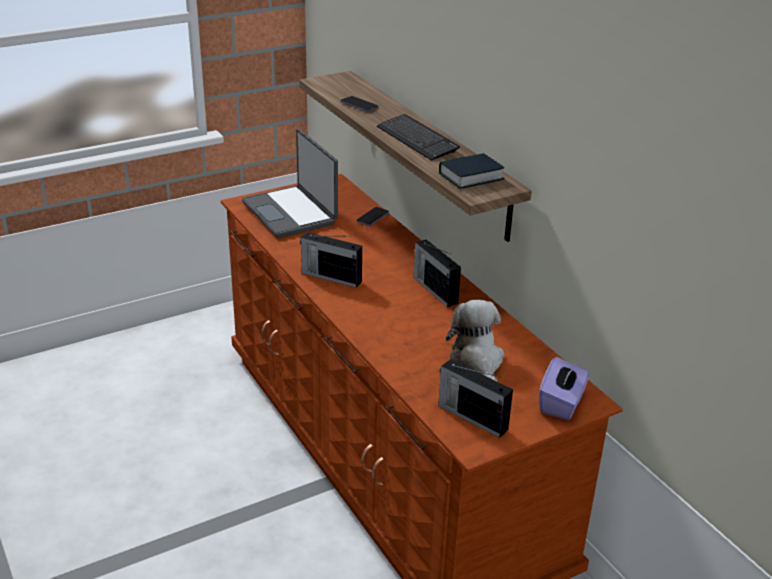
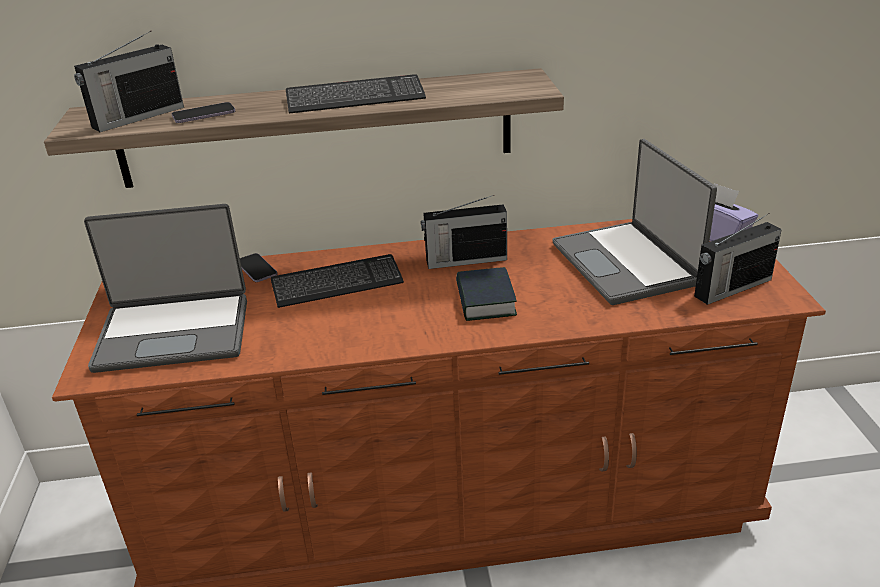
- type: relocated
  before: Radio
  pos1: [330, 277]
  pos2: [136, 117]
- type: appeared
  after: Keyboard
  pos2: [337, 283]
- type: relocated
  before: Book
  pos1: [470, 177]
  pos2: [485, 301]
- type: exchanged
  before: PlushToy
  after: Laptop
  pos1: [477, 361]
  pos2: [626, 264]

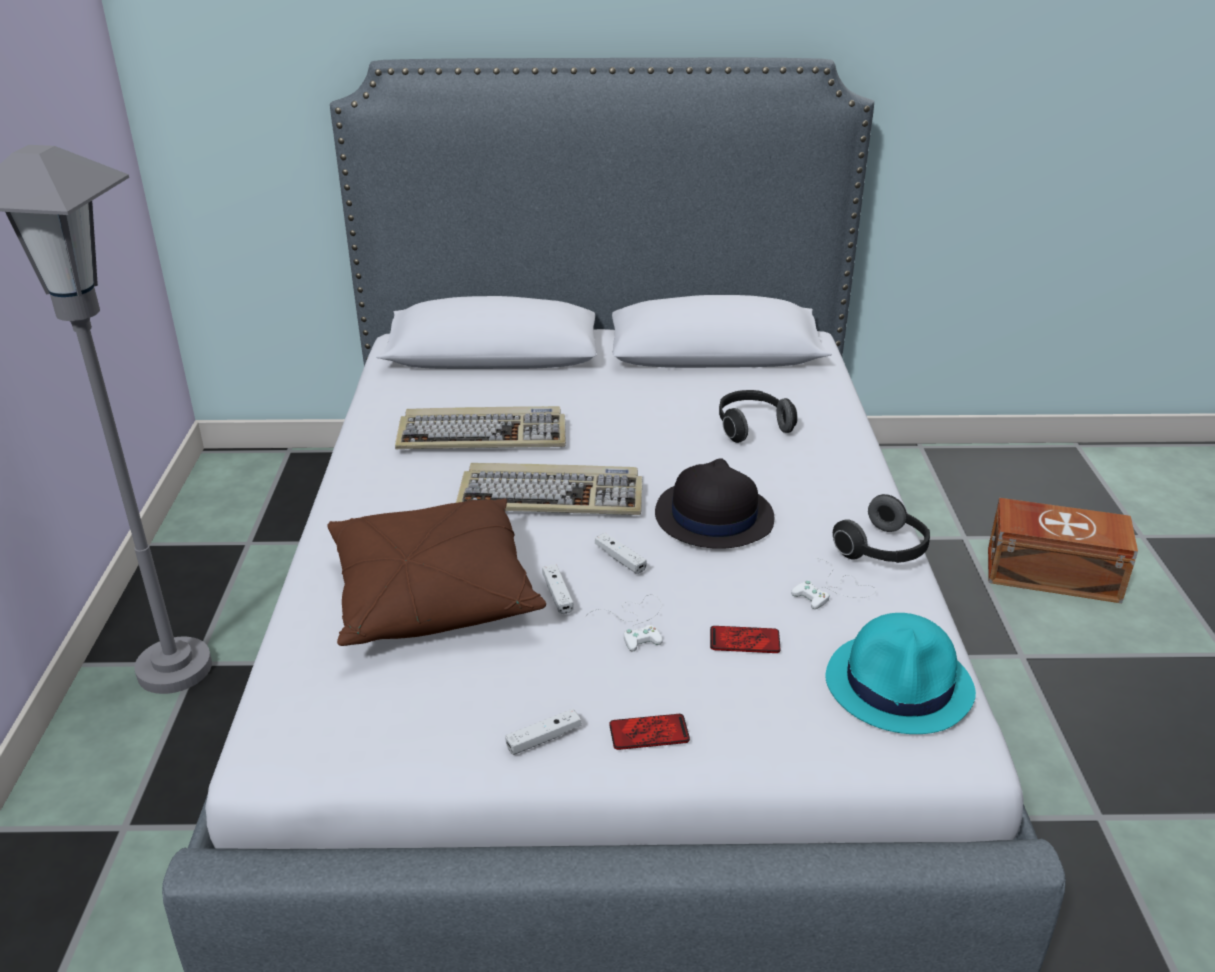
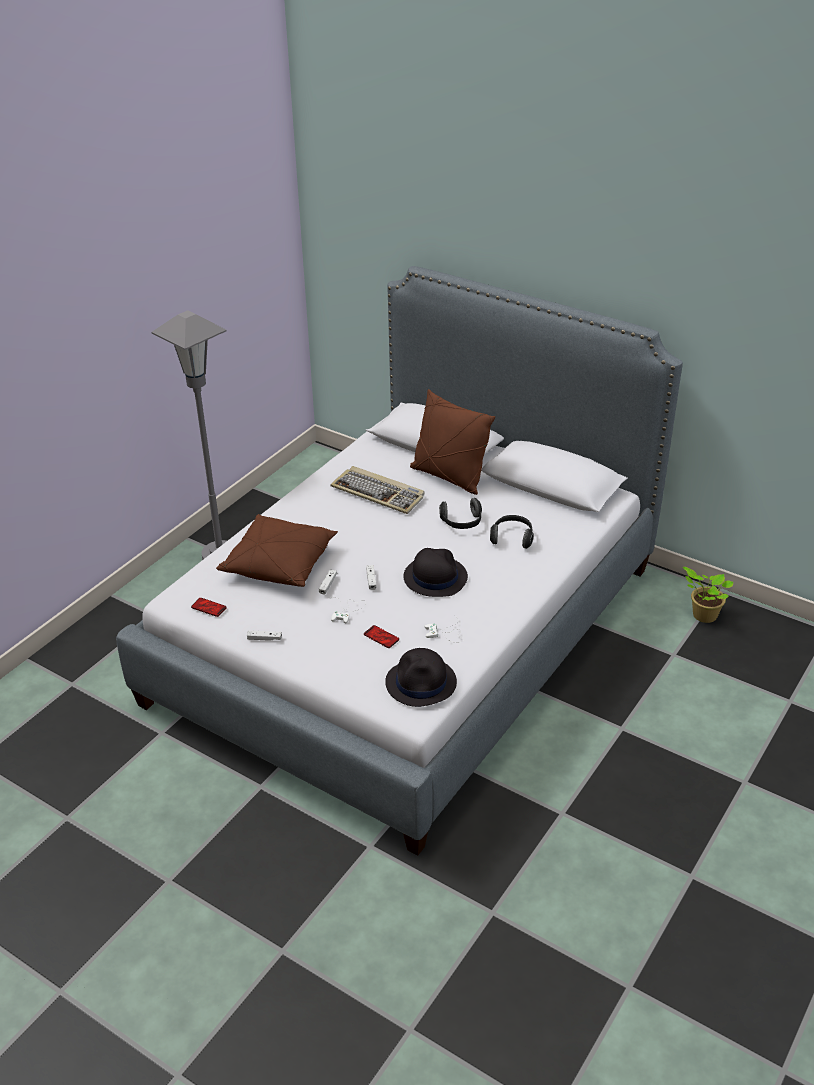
- type: relocated
  before: Phone
  pos1: [649, 733]
  pos2: [209, 608]
- type: colour
  before: TurquoiseHat
  after: BlackHat
  pos1: [900, 685]
  pos2: [421, 683]
- type: appeared
  after: BrownPillow
  pos2: [449, 477]
- type: relocated
  before: Headphones
  pos1: [883, 551]
  pos2: [461, 523]
- type: appeared
  after: PottedPlant
  pos2: [702, 615]
- type: missing
  before: Keyboard
  pos1: [552, 496]
- type: missing
  before: BrownStorageBox
  pos1: [1050, 573]

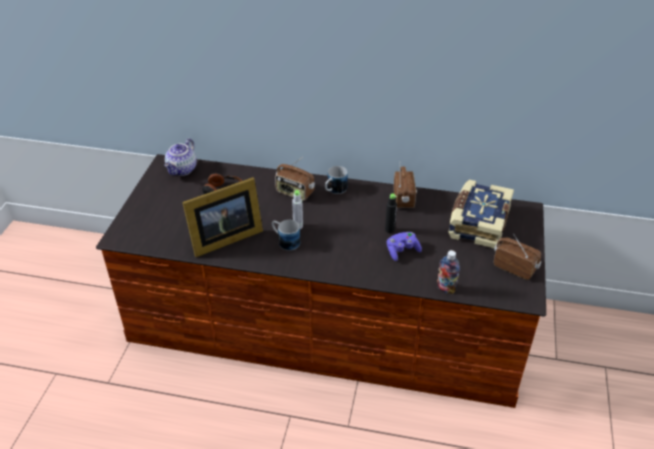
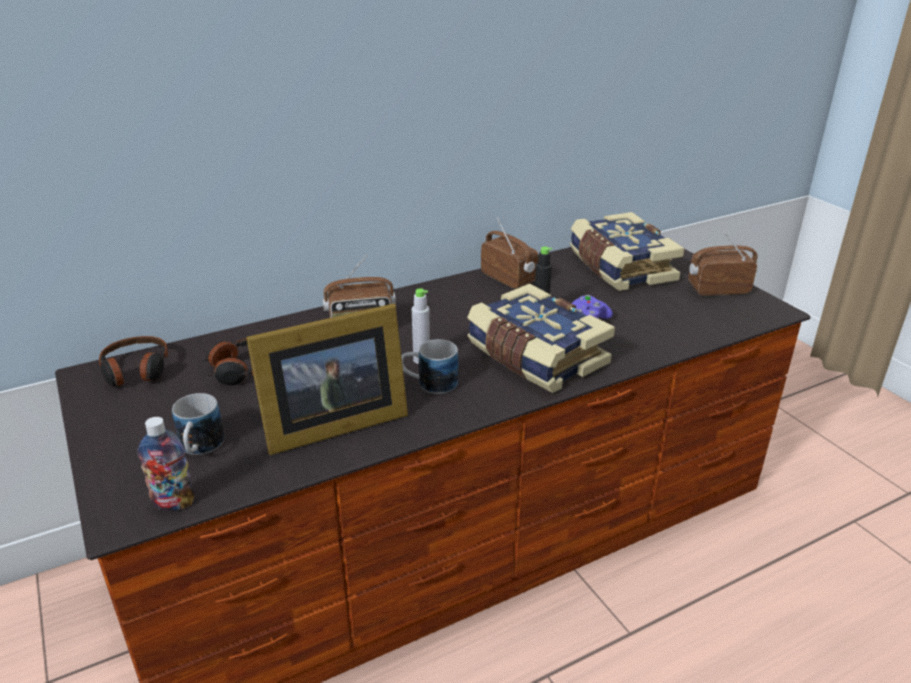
- type: exchanged
  before: Teapot
  after: Headphones
  pos1: [182, 170]
  pos2: [136, 371]
- type: relocated
  before: Bottle
  pos1: [446, 288]
  pos2: [174, 503]
- type: relocated
  before: Mug
  pos1: [334, 190]
  pos2: [199, 448]
- type: spun
  before: PictureFrame
  pos1: [223, 239]
  pos2: [329, 425]
  turn: 45
- type: appeared
  after: Book
  pos2: [535, 357]

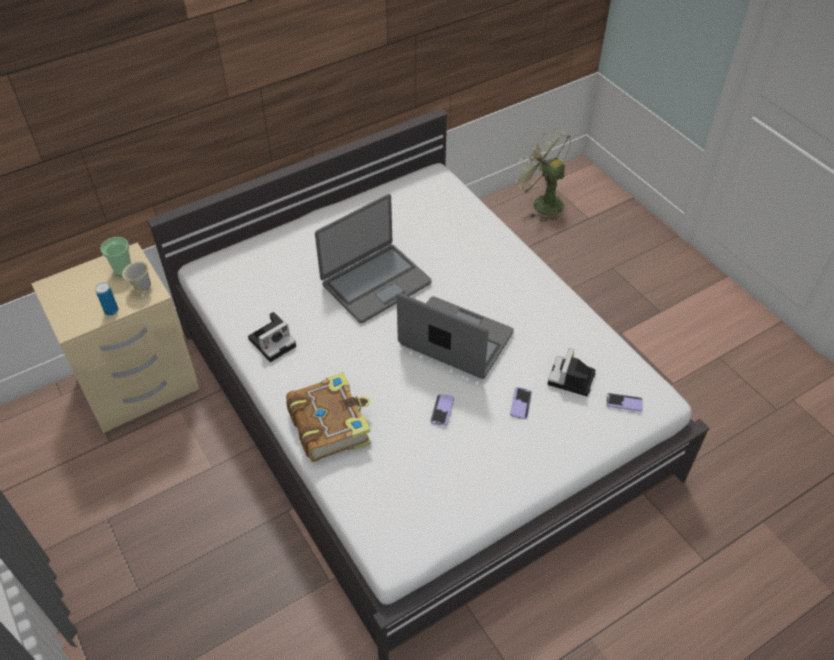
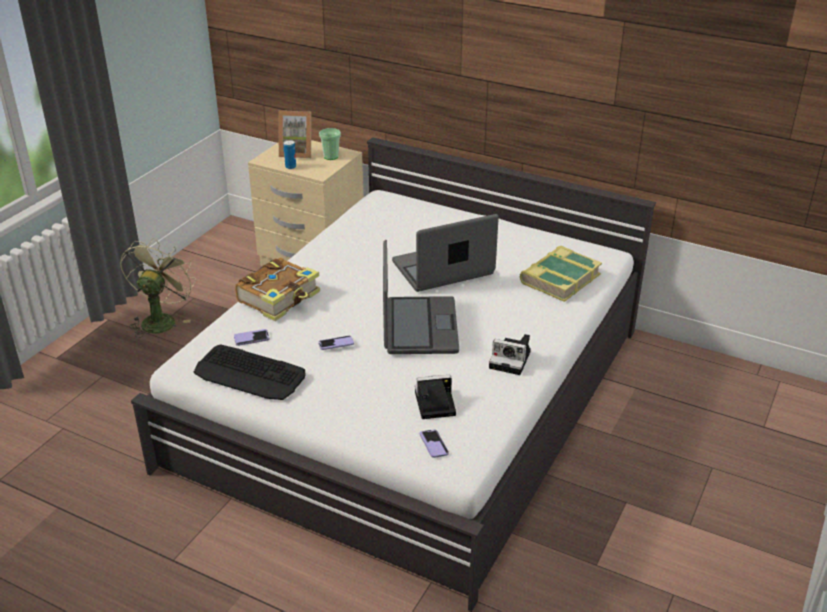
- type: relocated
  before: GreenFan
  pos1: [541, 203]
  pos2: [160, 319]
- type: appeared
  after: Keyboard
  pos2: [250, 374]
- type: relocated
  before: Phone
  pos1: [521, 404]
  pos2: [251, 338]
- type: appeared
  after: PictureFrame
  pos2: [297, 152]
- type: spun
  before: Laptop
  pos1: [375, 283]
  pos2: [443, 269]
  turn: 135
- type: relocated
  before: PhotoCamera
  pos1: [273, 341]
  pos2: [511, 360]
- type: appeared
  after: Book
  pos2: [559, 279]
- type: missing
  before: BeigeMug
  pos1: [141, 288]

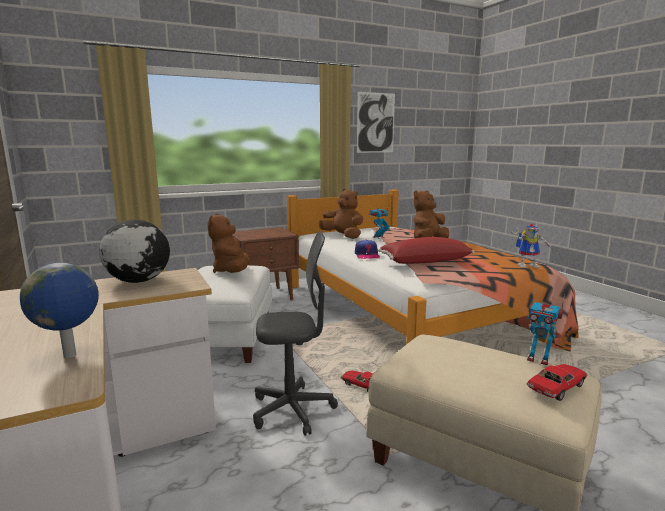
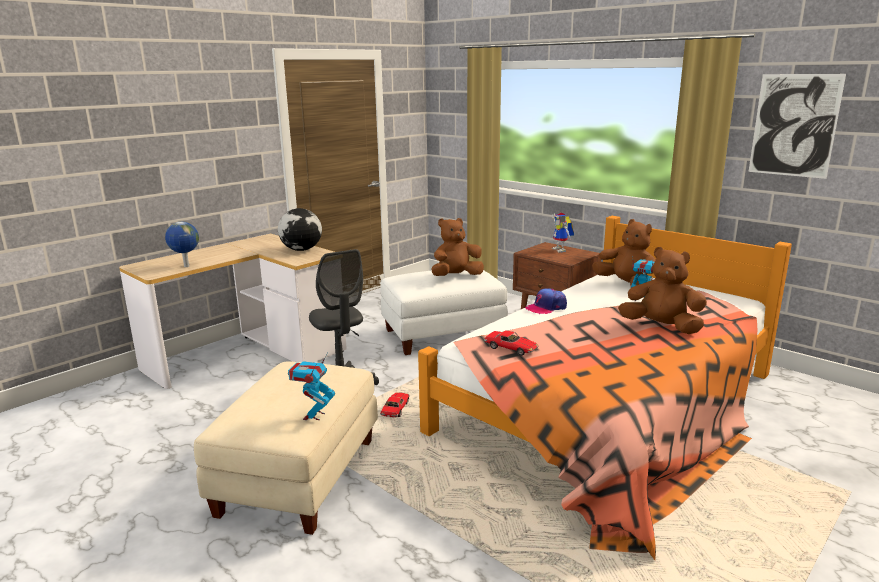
- type: relocated
  before: ToyCar
  pos1: [557, 387]
  pos2: [511, 348]
- type: relocated
  before: ToyRobot
  pos1: [528, 265]
  pos2: [562, 250]
- type: spun
  before: BrownPlushToy
  pos1: [343, 236]
  pos2: [626, 285]
  turn: -60
- type: missing
  before: RedPillow
  pos1: [424, 261]

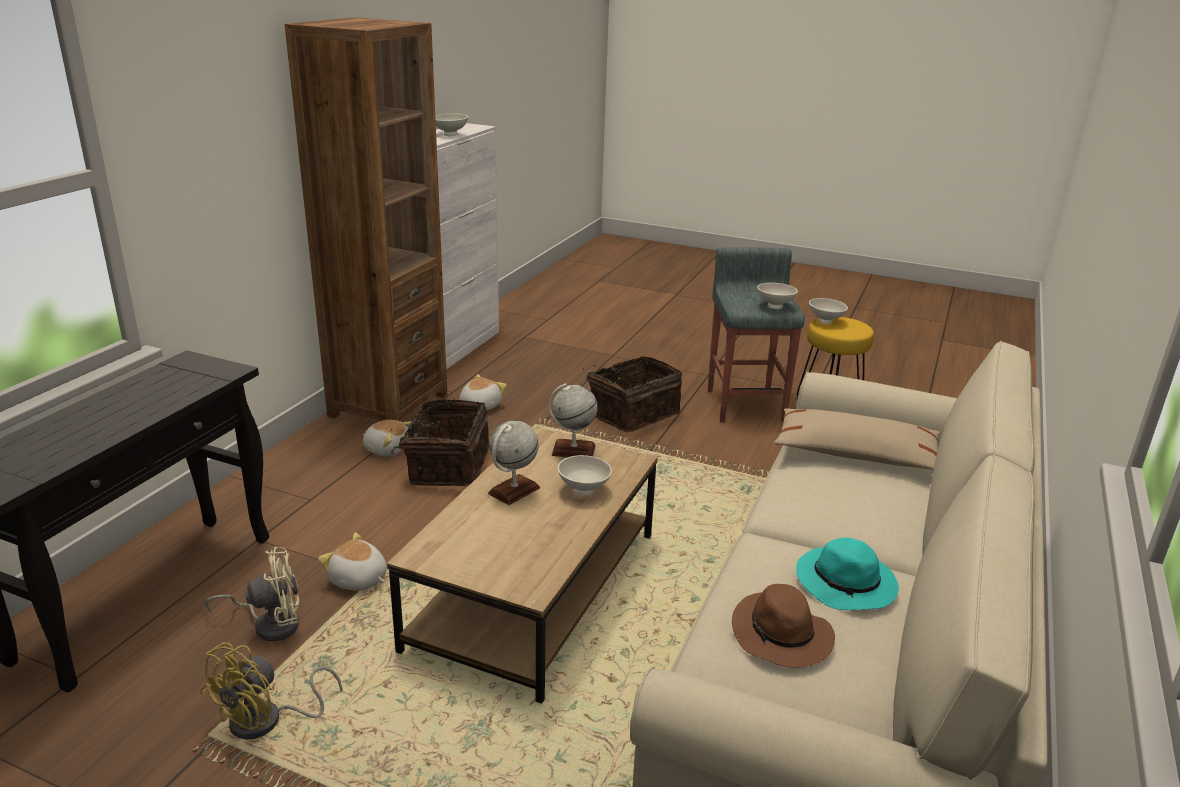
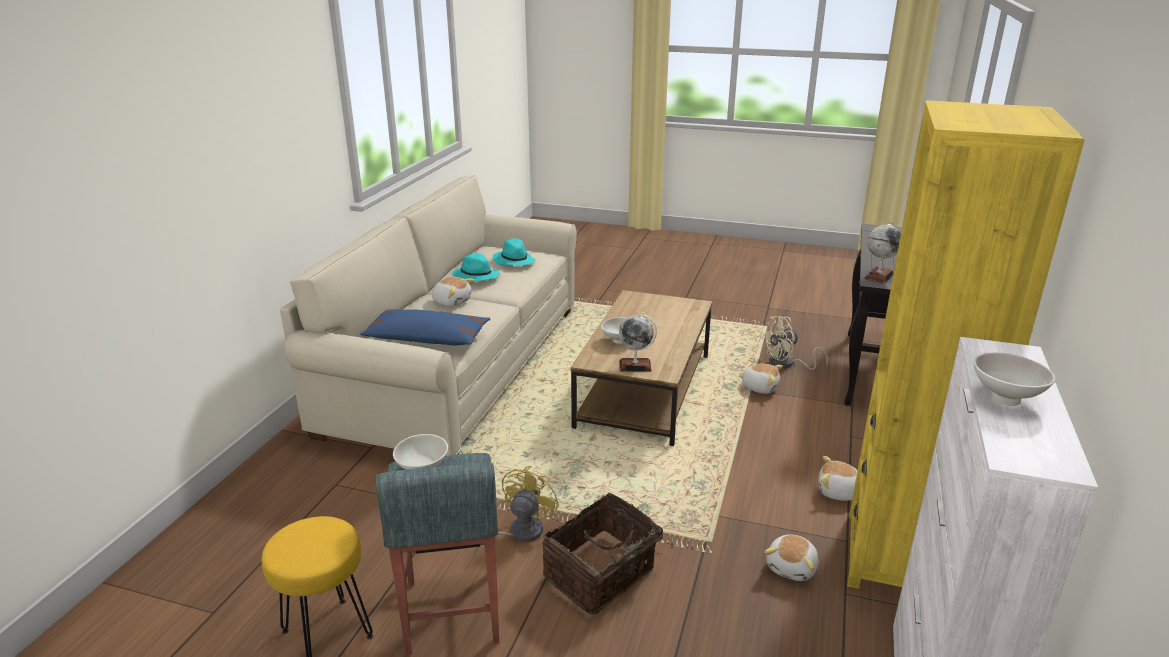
- type: colour
  before: BeigePillow
  after: BluePillow
  pos1: [855, 454]
  pos2: [427, 338]
- type: appeared
  after: PlushToy
  pos2: [452, 301]
- type: relocated
  before: YellowFan
  pos1: [267, 721]
  pos2: [518, 533]
- type: colour
  before: BrownHat
  after: TurquoiseHat
  pos1: [782, 636]
  pos2: [513, 261]
- type: colour
  before: BrownBookcase
  after: YellowBookcase
  pos1: [388, 405]
  pos2: [899, 557]
- type: relocated
  before: Globe
  pos1: [514, 491]
  pos2: [879, 276]
- type: missing
  before: Basket
  pos1: [447, 466]
- type: missing
  before: WhiteBowl
  pos1: [825, 321]

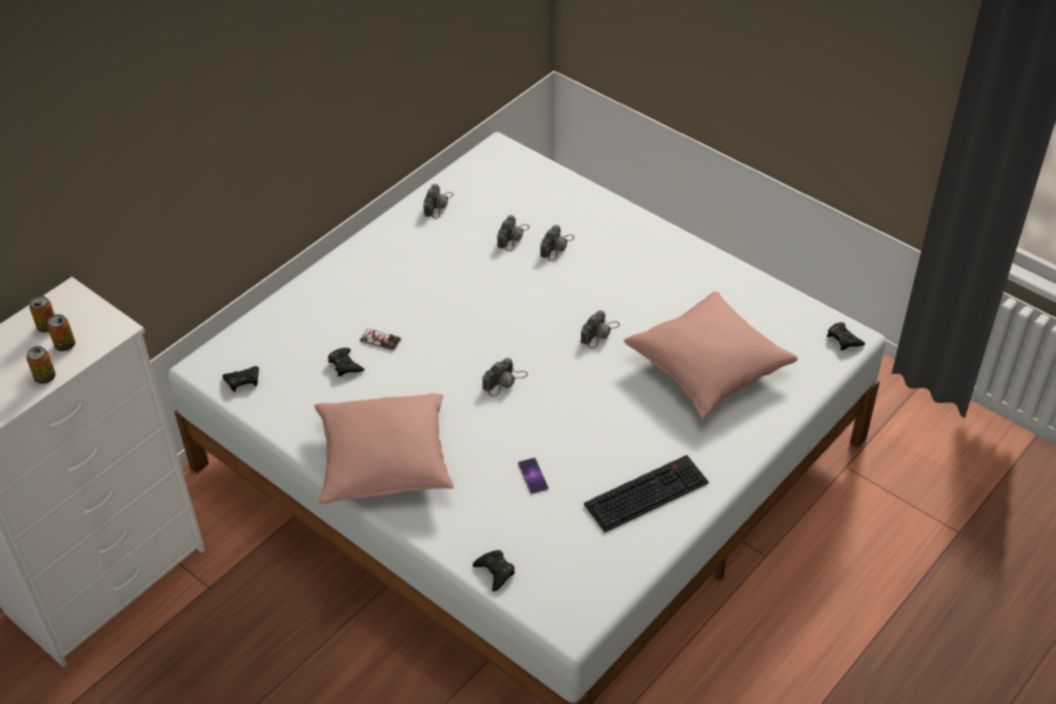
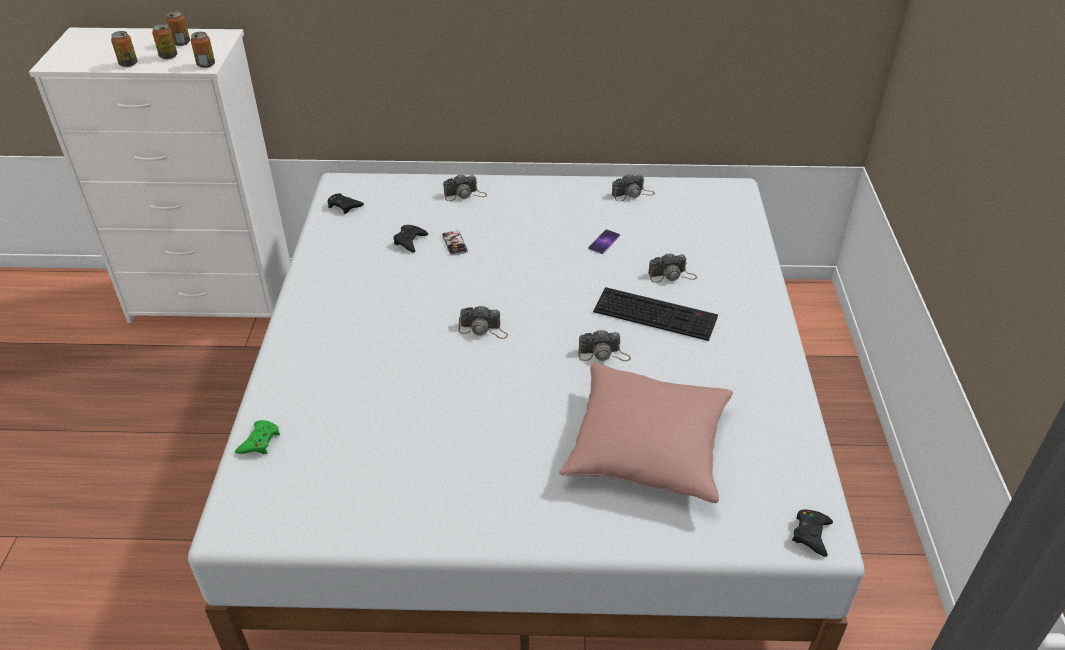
- type: appeared
  after: Can
  pos2: [206, 65]
- type: colour
  before: BlackGameController
  after: GreenGameController
  pos1: [495, 572]
  pos2: [259, 441]
- type: relocated
  before: PhotoCamera
  pos1: [513, 236]
  pos2: [465, 194]
- type: relocated
  before: Phone
  pos1: [533, 476]
  pos2: [604, 242]
- type: relocated
  before: Keyboard
  pos1: [646, 492]
  pos2: [657, 313]
- type: missing
  before: PinkPillow
  pos1: [384, 461]

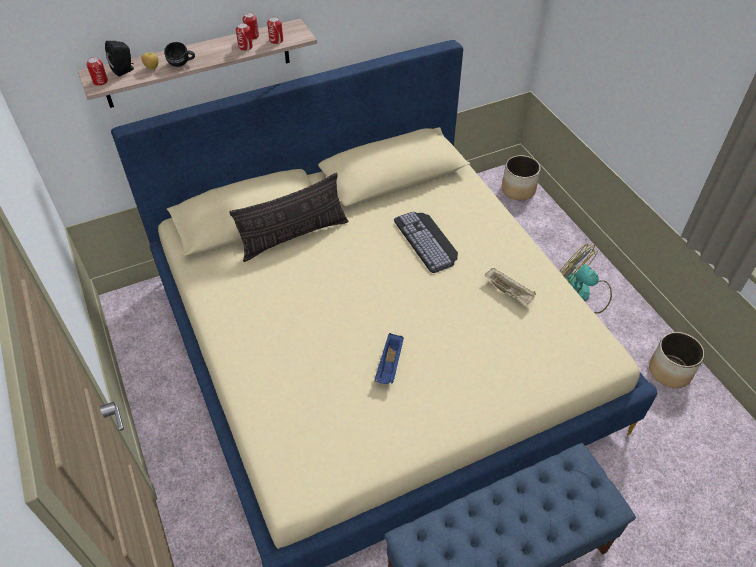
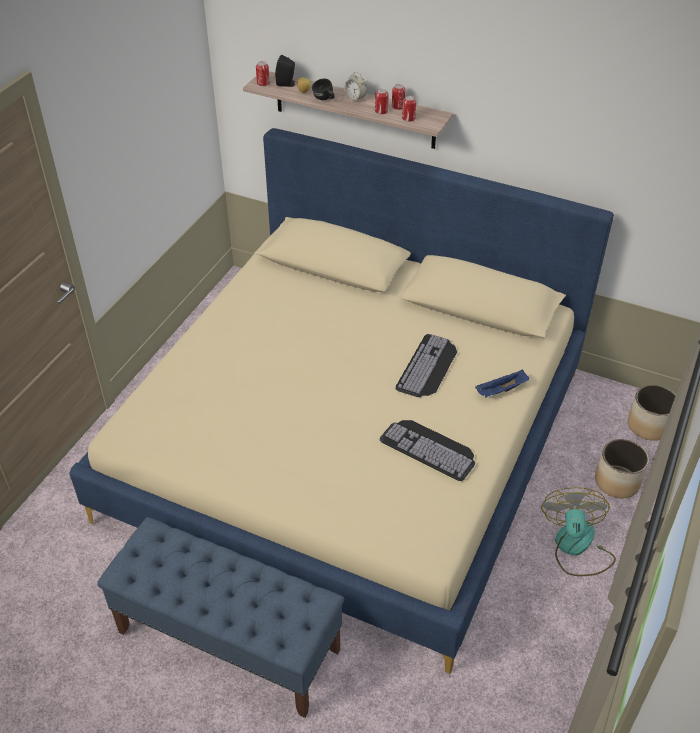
- type: appeared
  after: AlarmClock
  pos2: [355, 98]
- type: exchanged
  before: BeigeTray
  after: Keyboard
  pos1: [509, 292]
  pos2: [430, 448]
- type: relocated
  before: BlueTray
  pos1: [389, 365]
  pos2: [501, 391]
- type: relocated
  before: Planter
  pos1: [670, 371]
  pos2: [617, 482]
- type: missing
  before: Pillow
  pos1: [294, 236]

